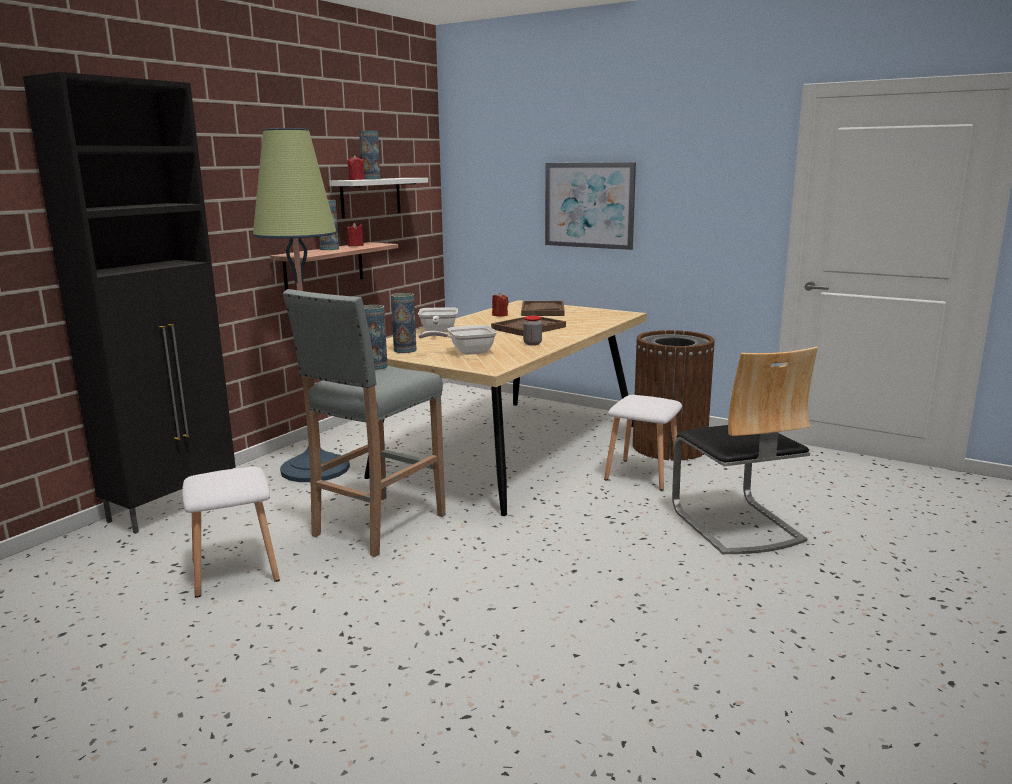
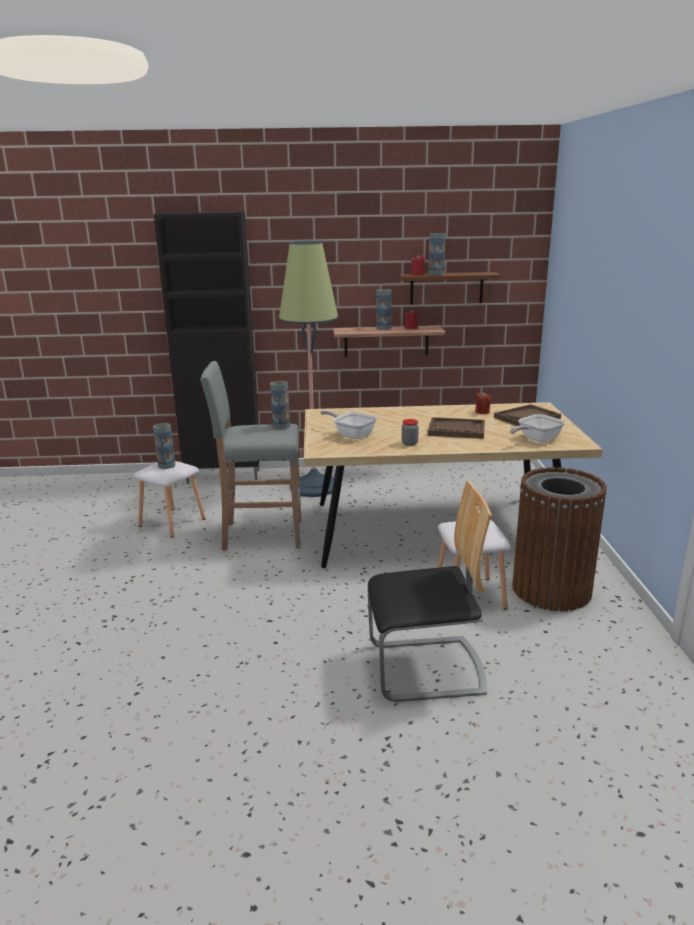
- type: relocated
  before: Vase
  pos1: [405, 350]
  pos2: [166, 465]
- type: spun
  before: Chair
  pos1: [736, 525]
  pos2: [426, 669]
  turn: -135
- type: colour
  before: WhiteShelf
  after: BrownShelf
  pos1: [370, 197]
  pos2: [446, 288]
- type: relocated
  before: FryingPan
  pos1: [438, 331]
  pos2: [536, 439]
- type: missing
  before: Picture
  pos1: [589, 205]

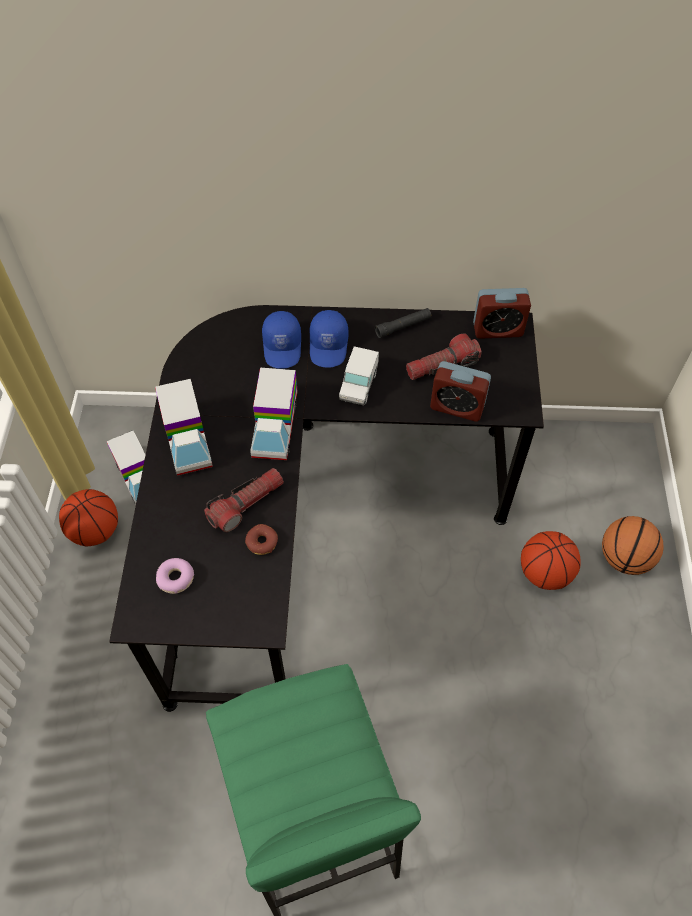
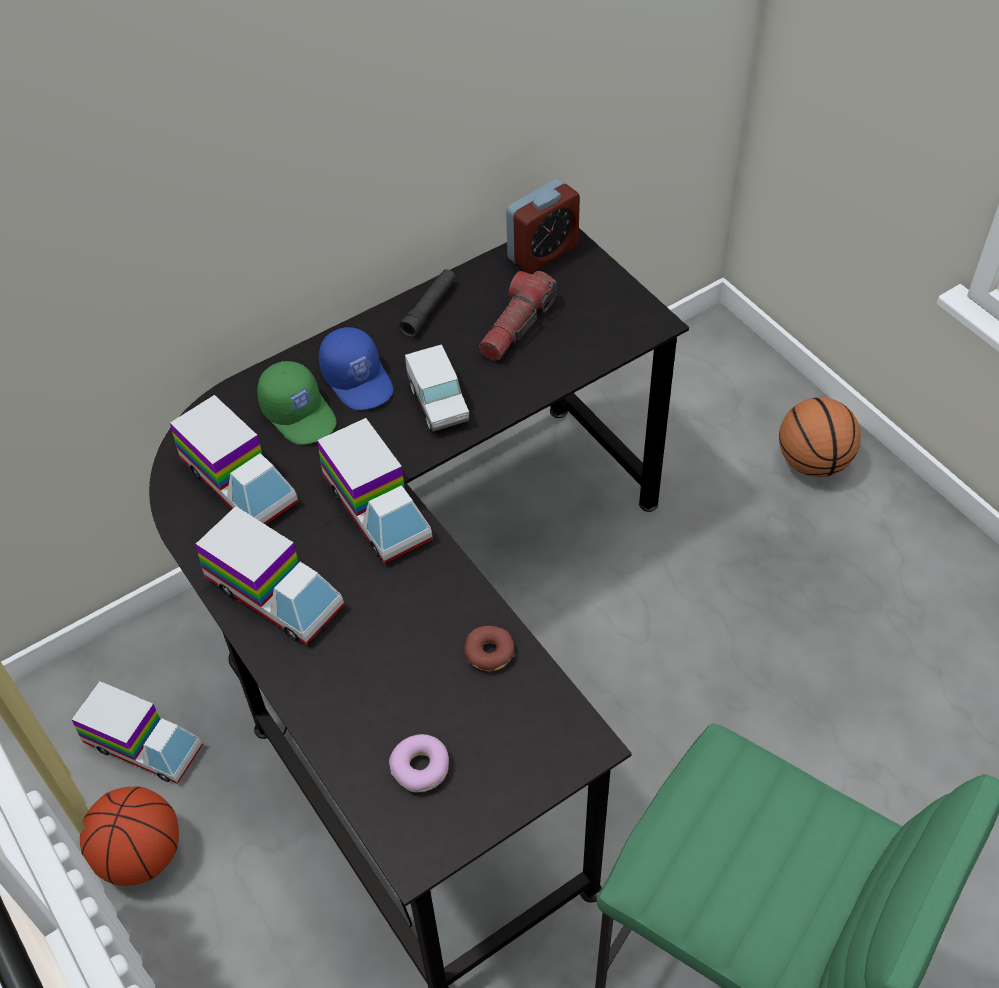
- type: appeared
  after: ToyTruck
  pos2: [239, 483]
- type: colour
  before: BlueCap
  after: GreenCap
  pos1: [283, 347]
  pos2: [300, 413]
- type: missing
  before: Flashlight
  pos1: [246, 504]
- type: missing
  before: AlarmClock
  pos1: [457, 407]
- type: missing
  before: Basketball
  pos1: [544, 573]

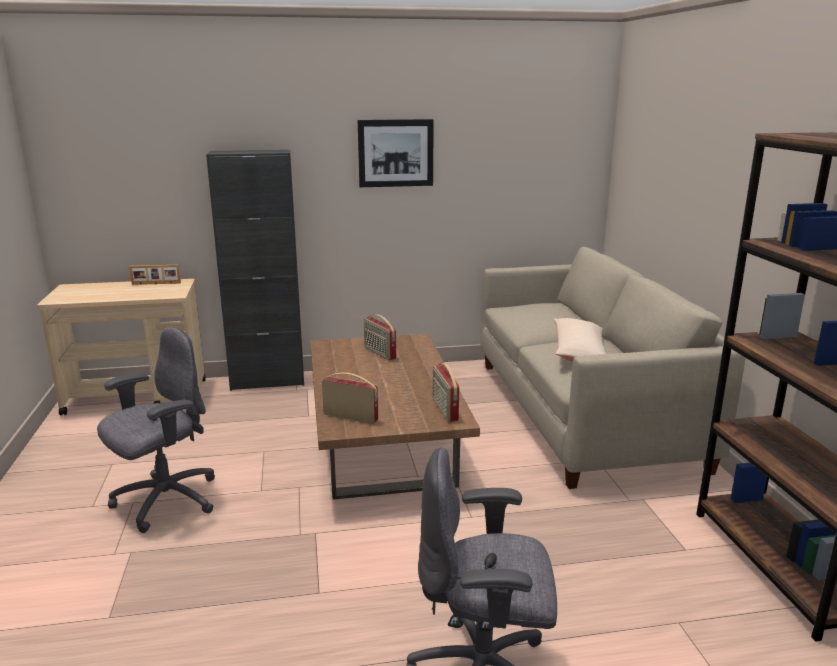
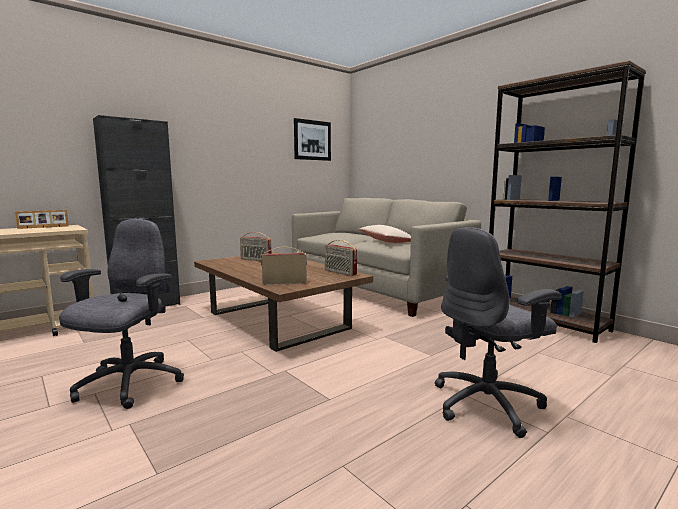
- type: relocated
  before: Picture
  pos1: [395, 153]
  pos2: [312, 140]

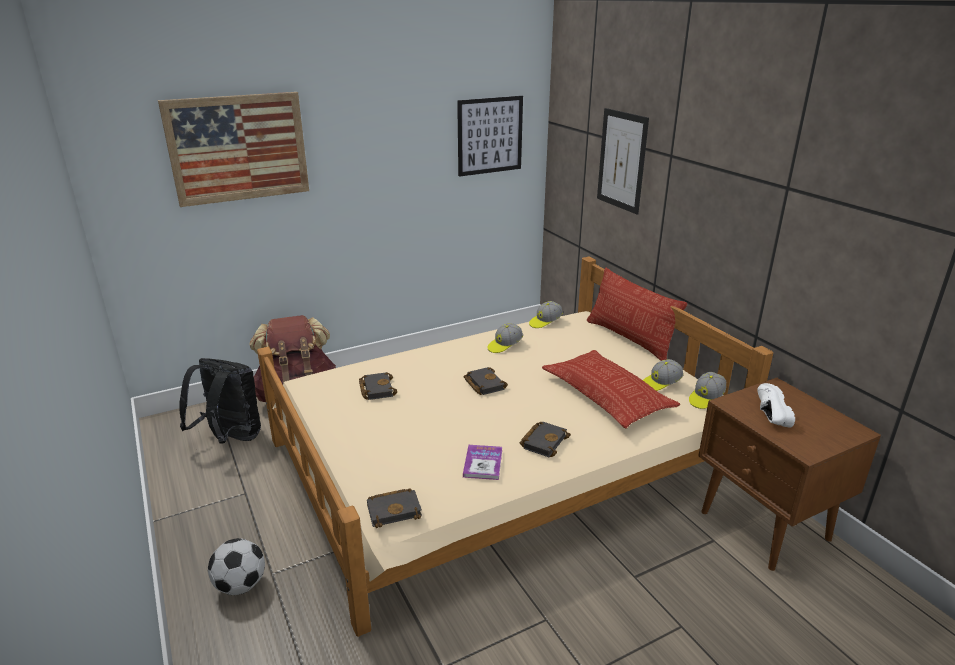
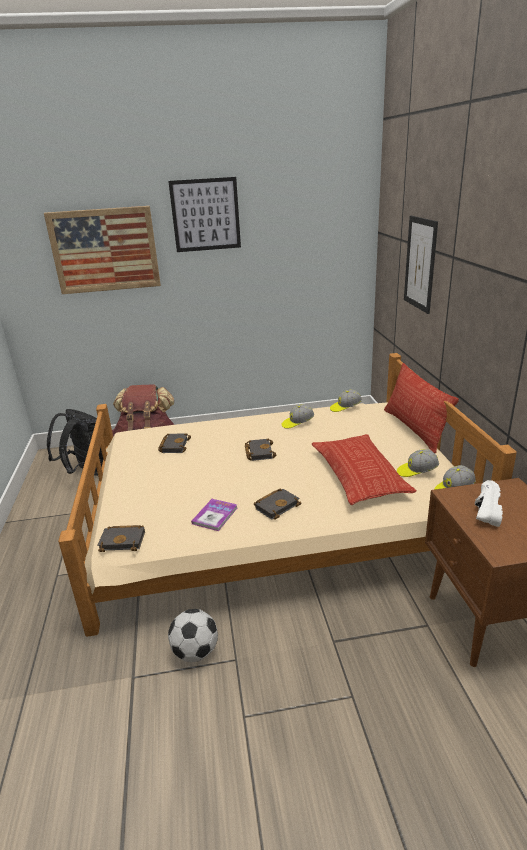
- type: relocated
  before: Picture
  pos1: [490, 135]
  pos2: [205, 215]
- type: relocated
  before: Football
  pos1: [241, 585]
  pos2: [195, 652]

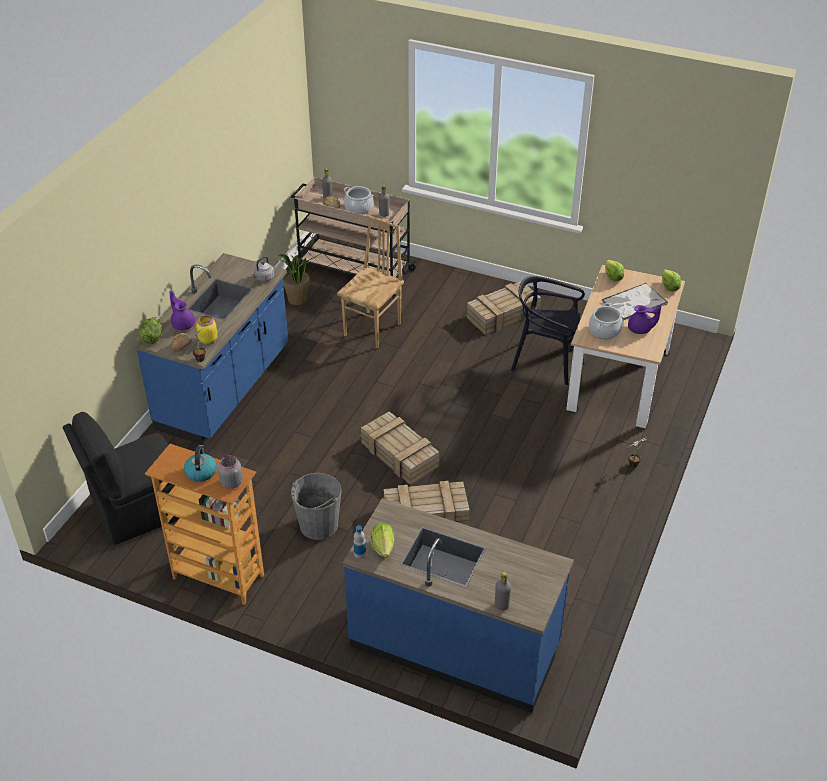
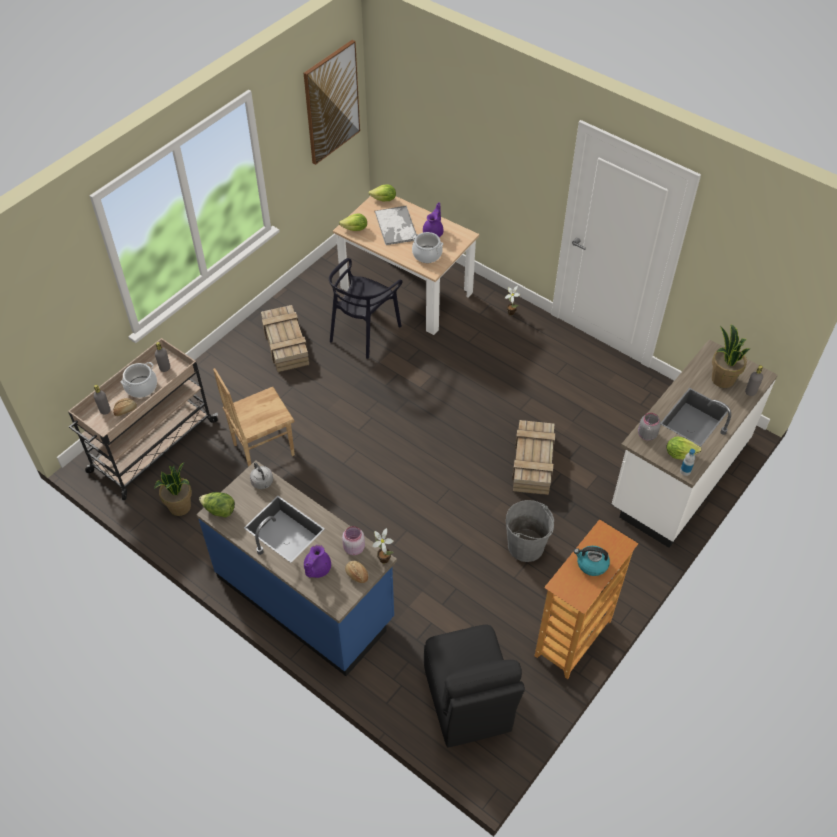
- type: relocated
  before: Lettuce
  pos1: [152, 338]
  pos2: [219, 510]
- type: spun
  before: BrownChair
  pos1: [373, 329]
  pos2: [263, 449]
  turn: -75
- type: appeared
  after: Picture
  pos2: [331, 102]
- type: spun
  before: PurpleTeapot
  pos1: [183, 324]
  pos2: [316, 569]
  turn: -45
- type: colour
  before: YellowJar
  after: PinkJar
  pos1: [208, 339]
  pos2: [353, 548]
- type: colour
  before: BlueCounter
  after: WhiteCounter
  pos1: [454, 645]
  pos2: [678, 475]
- type: relocated
  before: GreyJar
  pos1: [231, 482]
  pos2: [646, 435]
- type: appeared
  after: PottedPlant
  pos2: [722, 379]
- type: missing
  before: Crate
  pos1: [400, 455]

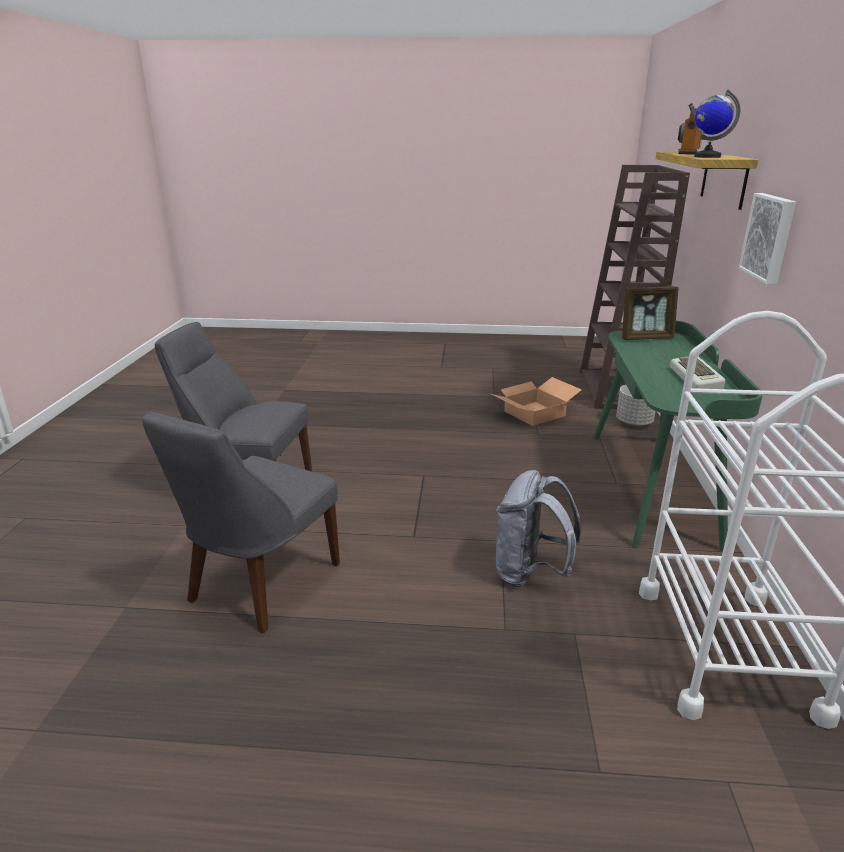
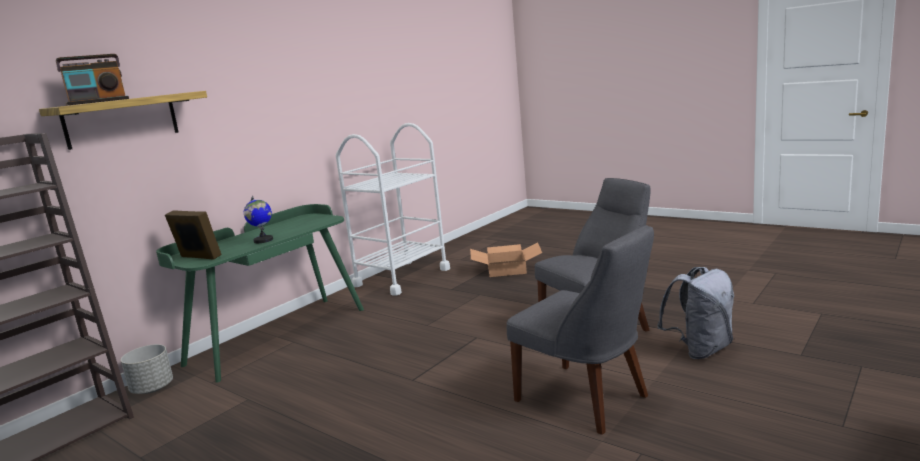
- type: relocated
  before: Globe
  pos1: [707, 157]
  pos2: [263, 240]
- type: relocated
  before: CardboardBox
  pos1: [534, 413]
  pos2: [506, 269]
- type: relocated
  before: GreyBackpack
  pos1: [530, 573]
  pos2: [700, 350]
- type: missing
  before: Keyboard
  pos1: [697, 380]
- type: missing
  before: Picture
  pos1: [770, 237]

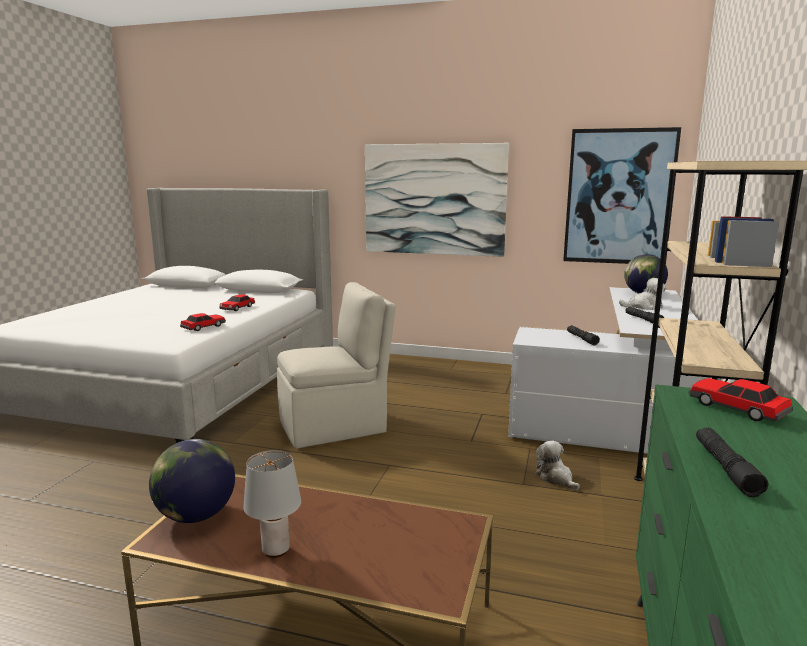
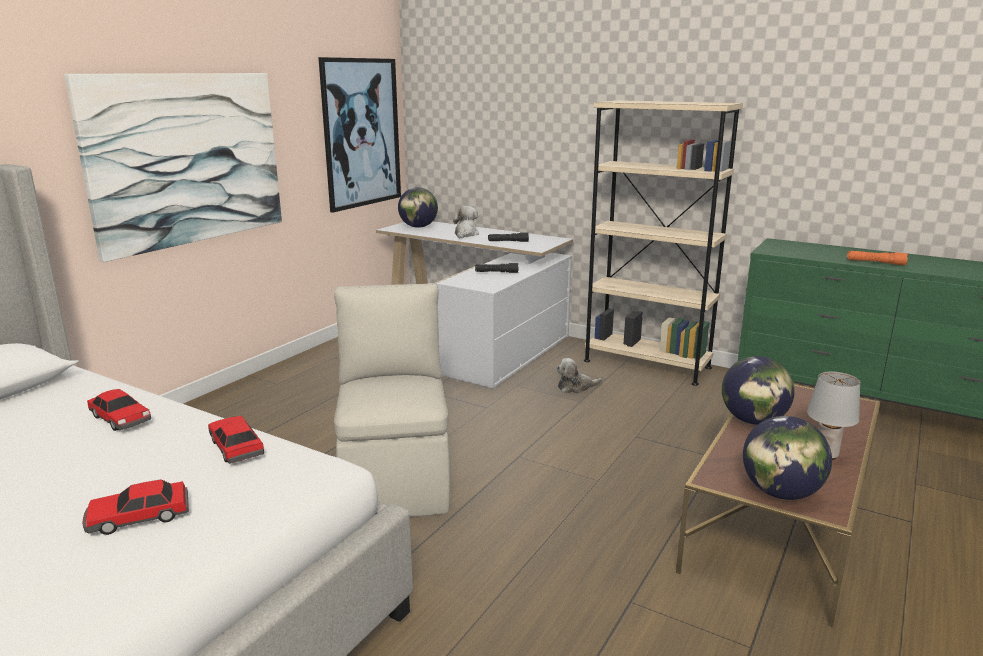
- type: relocated
  before: ToyCar
  pos1: [736, 408]
  pos2: [138, 517]
- type: appeared
  after: Globe
  pos2: [753, 421]
- type: colour
  before: BlackFlashlight
  after: OrangeFlashlight
  pos1: [725, 468]
  pos2: [875, 262]

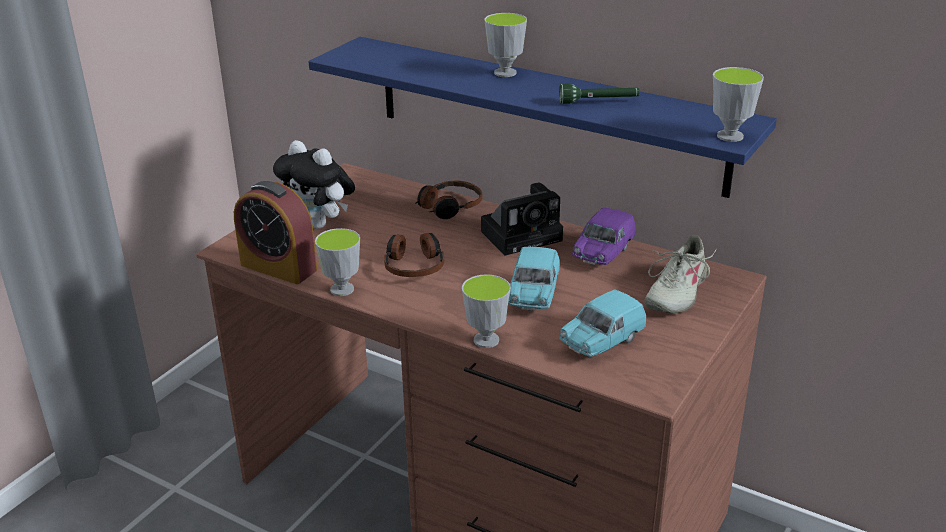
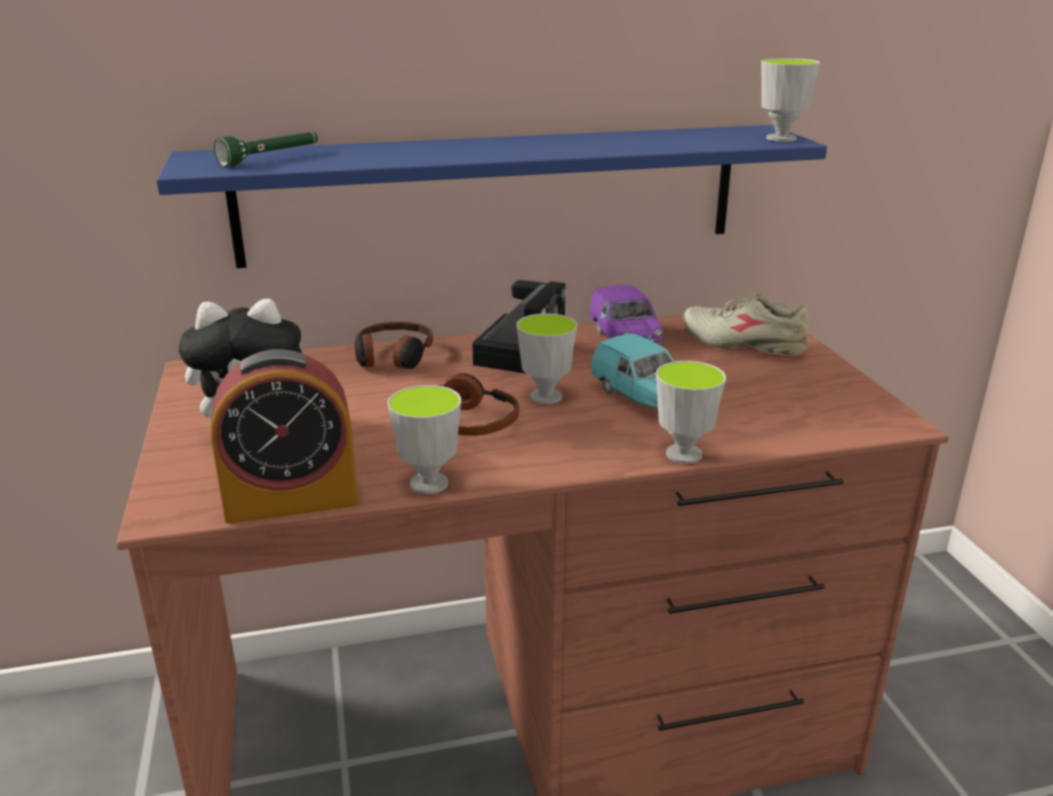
- type: relocated
  before: GreenFlashlight
  pos1: [599, 102]
  pos2: [271, 158]
- type: relocated
  before: Cup
  pos1: [505, 73]
  pos2: [546, 397]
- type: spun
  before: BeigeShoe
  pos1: [675, 292]
  pos2: [743, 344]
  turn: 135
- type: missing
  before: TurquoiseToyCar
  pos1: [601, 342]

